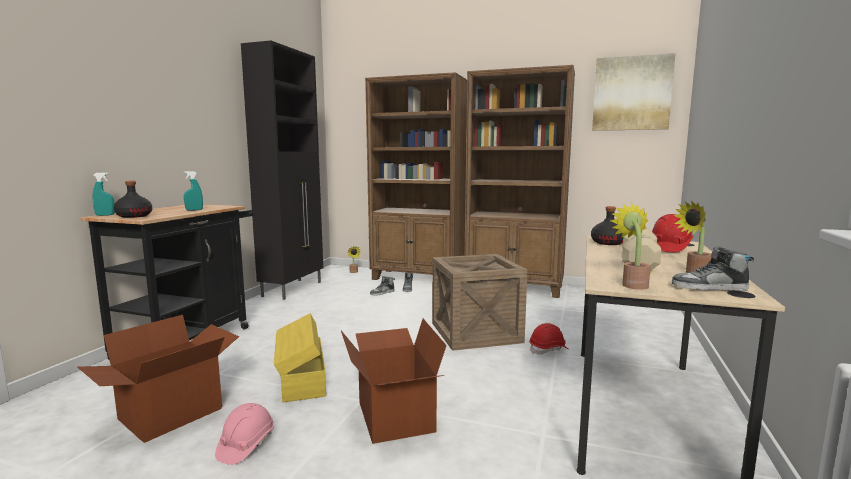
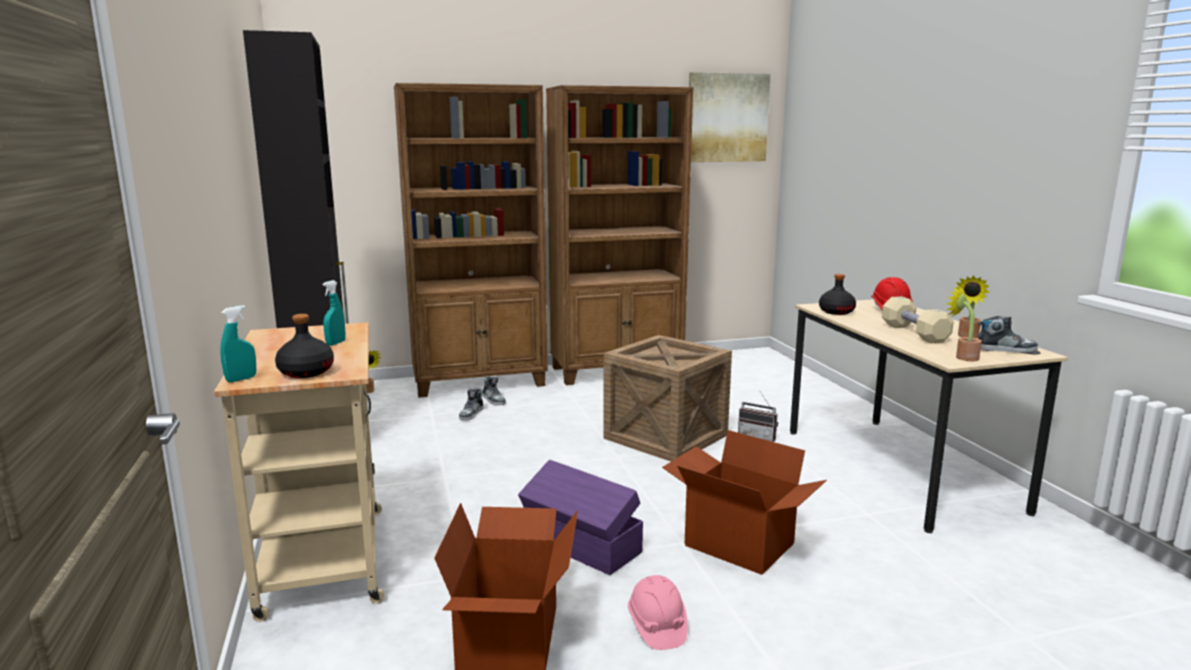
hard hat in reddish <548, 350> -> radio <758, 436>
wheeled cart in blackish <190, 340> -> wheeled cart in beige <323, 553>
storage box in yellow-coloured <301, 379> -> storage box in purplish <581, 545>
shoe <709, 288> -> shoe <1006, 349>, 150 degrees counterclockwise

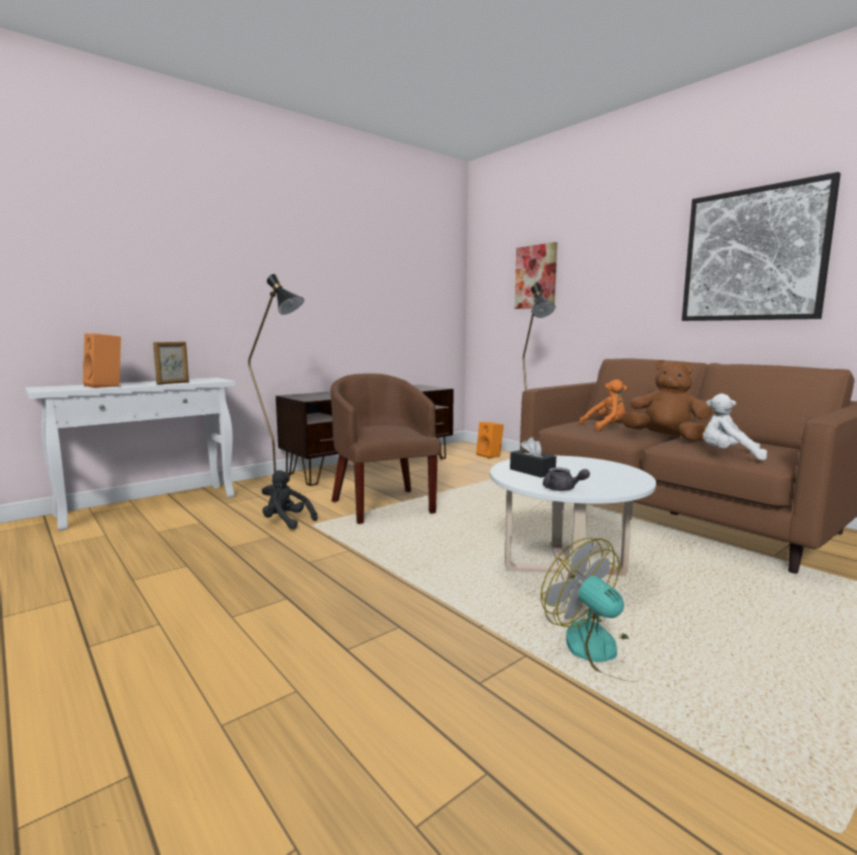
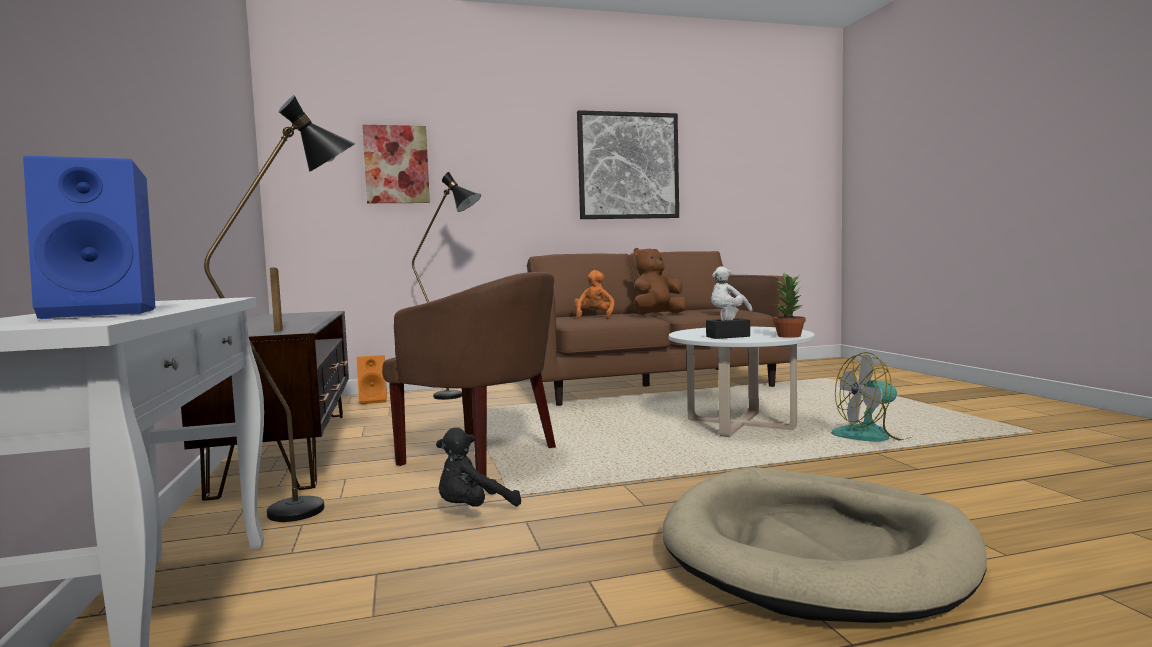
none -> pet bed in beige <816, 550>
picture frame <173, 383> -> picture frame <278, 329>, moved
tea pot in gray <562, 489> -> plant in a pot <789, 336>
loudspeaker in orange-coloured <106, 386> -> loudspeaker in bluish <105, 314>
armchair in brown <382, 505> -> armchair in brown <482, 458>, 150 degrees counterclockwise

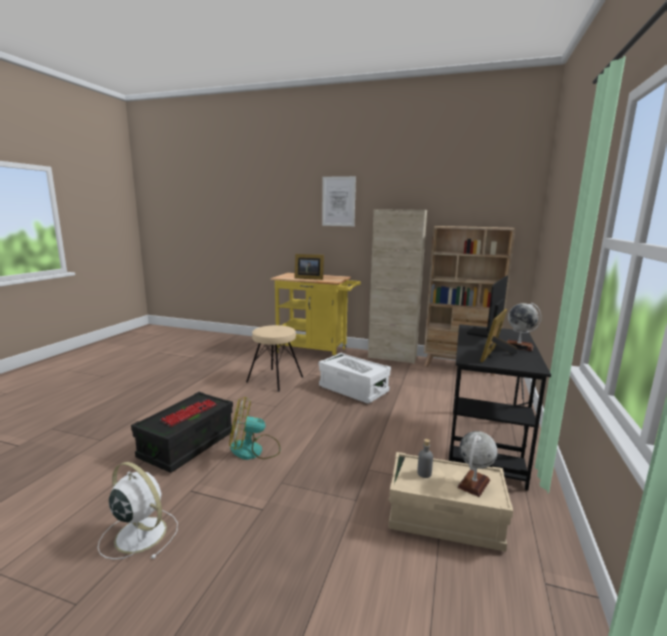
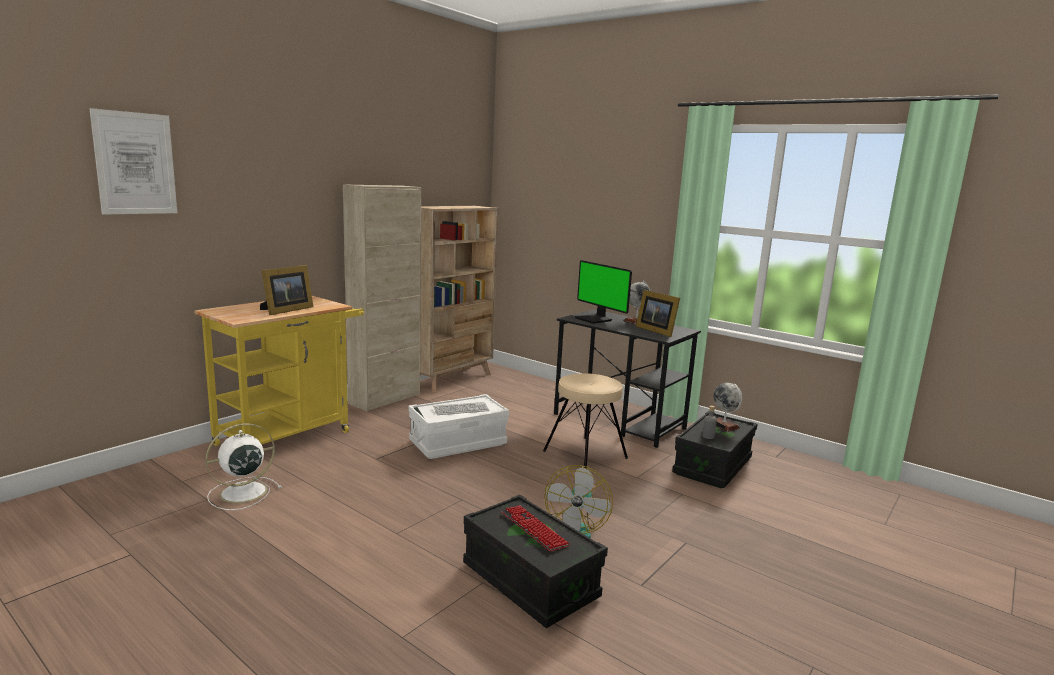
cooling fan in white <139, 533> -> cooling fan in white <241, 493>, moved
stool in beige <275, 379> -> stool in beige <584, 454>, moved
wall art <338, 201> -> wall art <135, 163>, moved
storage box in beige <444, 518> -> storage box in blackish <713, 466>

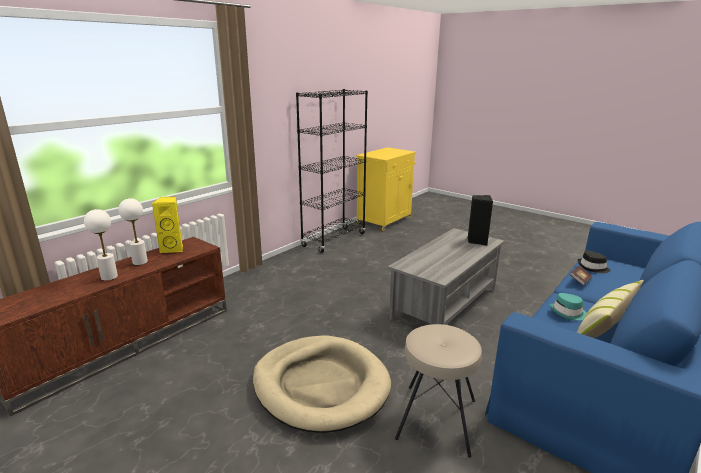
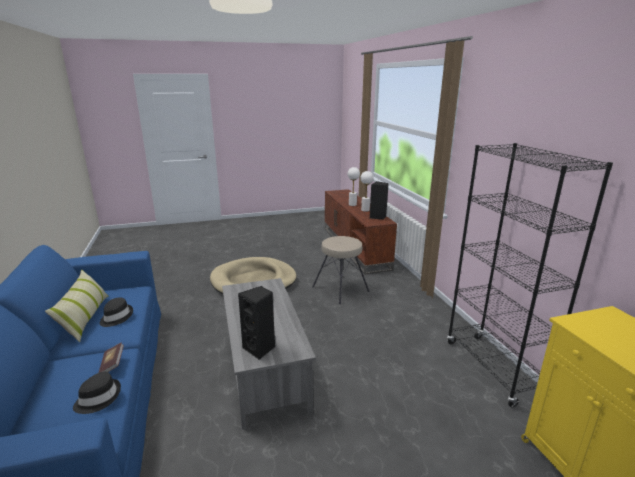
stool in beige <436, 418> -> stool in beige <340, 289>, moved
loudspeaker in yellow-coloured <173, 248> -> loudspeaker in blackish <378, 217>
hat in blue-green <568, 313> -> hat in blackish <116, 317>

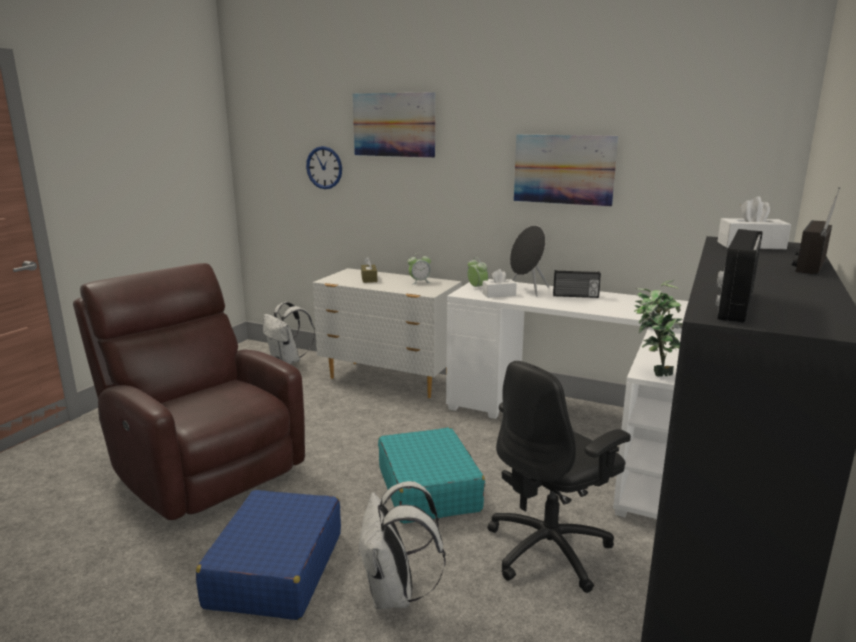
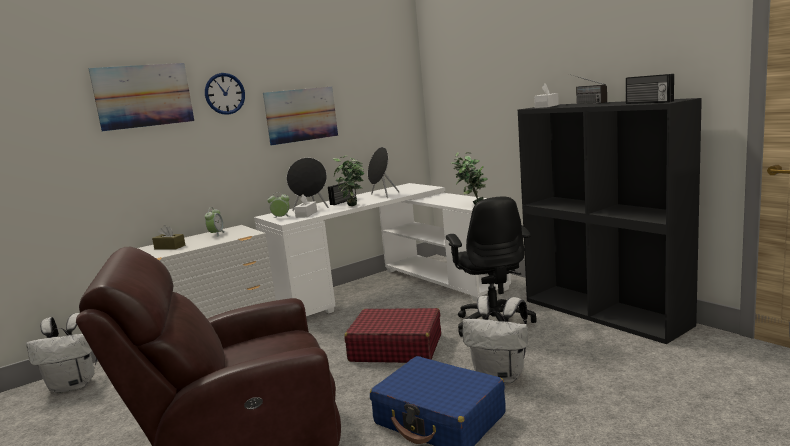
none -> plant in a pot <353, 206>
none -> loudspeaker in blackish <382, 195>
hanging clock <324, 167> -> hanging clock <225, 93>, moved
piece of luggage in blue-green <428, 488> -> piece of luggage in reddish <395, 348>

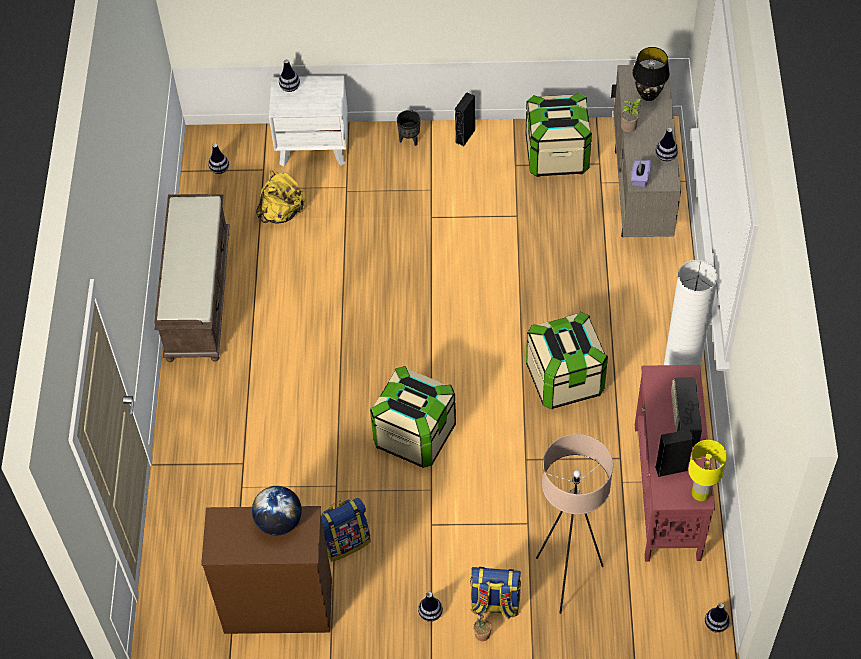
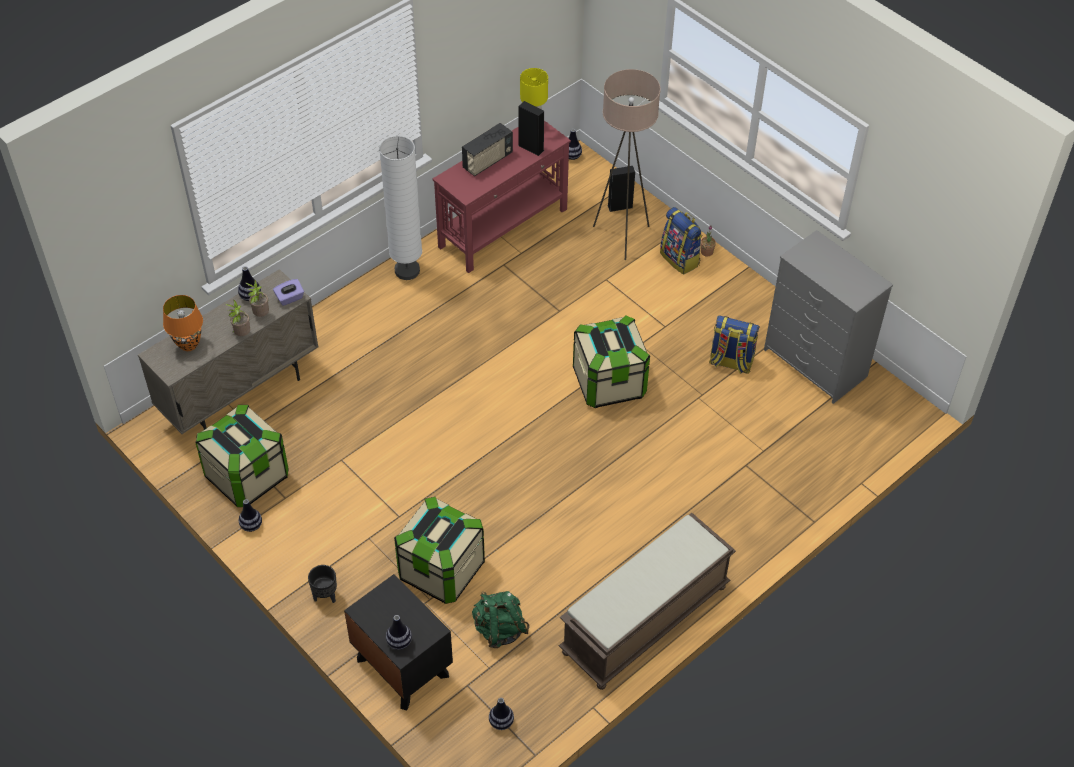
desk globe <279, 522> -> none
none -> plant in a pot <260, 314>
flower vase <430, 613> -> flower vase <251, 525>, moved
loudspeaker in blackish <465, 136> -> loudspeaker in blackish <620, 206>, moved
storage box <564, 379> -> storage box <441, 570>, moved
dresser in brown <277, 606> -> dresser in gray <816, 363>
rucksack in yellow-coloured <282, 212> -> rucksack in greenish <499, 629>
nightstand in white <313, 146> -> nightstand in blackish <402, 666>
table lamp in blackish <648, 95> -> table lamp in orange-coloured <188, 345>

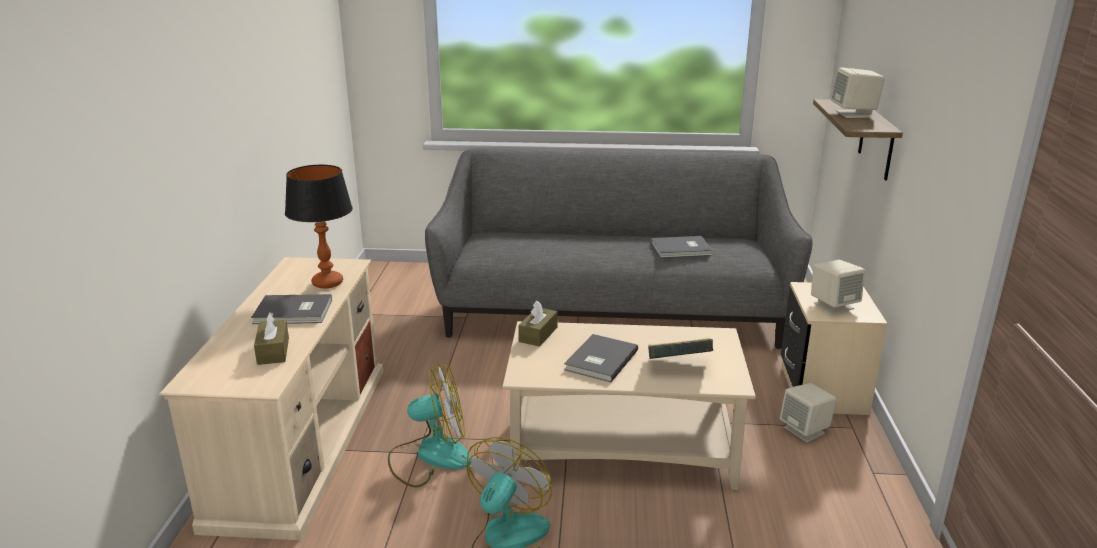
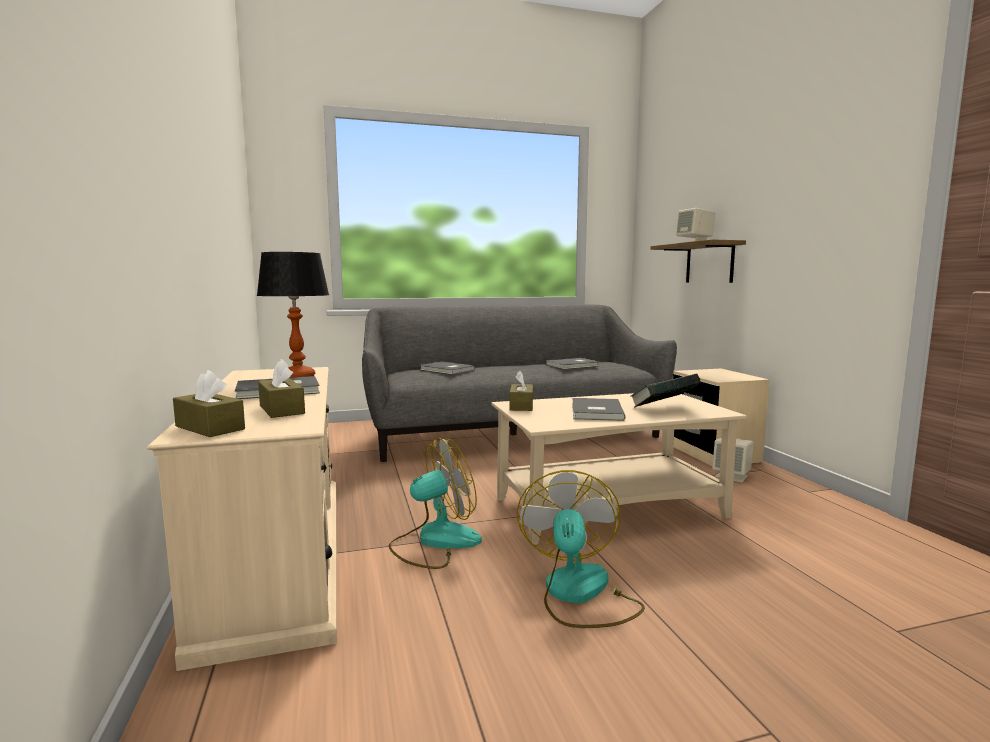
loudspeaker in beige <833, 306> -> none
none -> tissue box in brown <210, 428>
none -> volume in gray <446, 370>

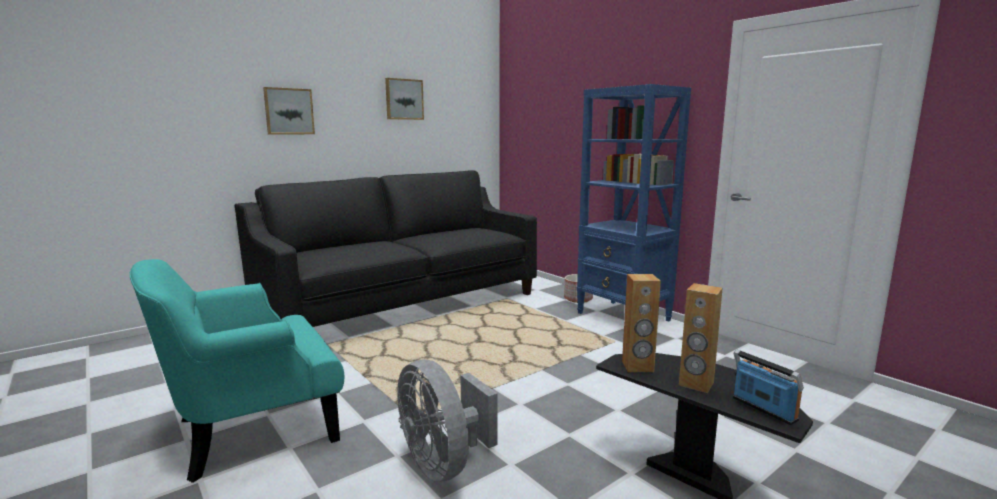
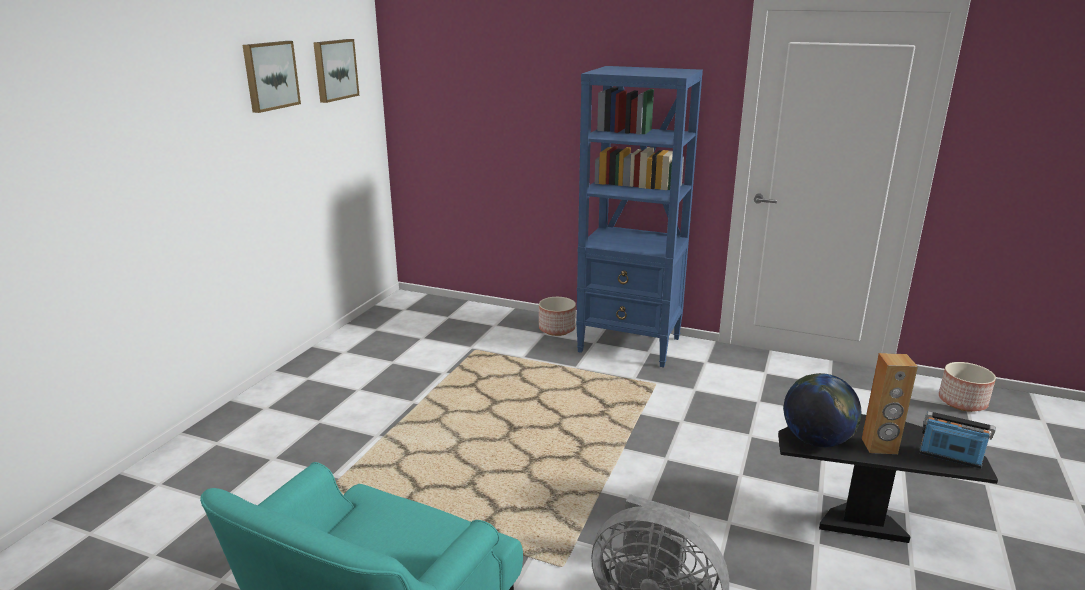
couch in blackish <400, 304> -> none
none -> plant pot <962, 402>
wall art <289, 111> -> wall art <334, 70>, moved
loudspeaker in brown <637, 367> -> desk globe <816, 441>

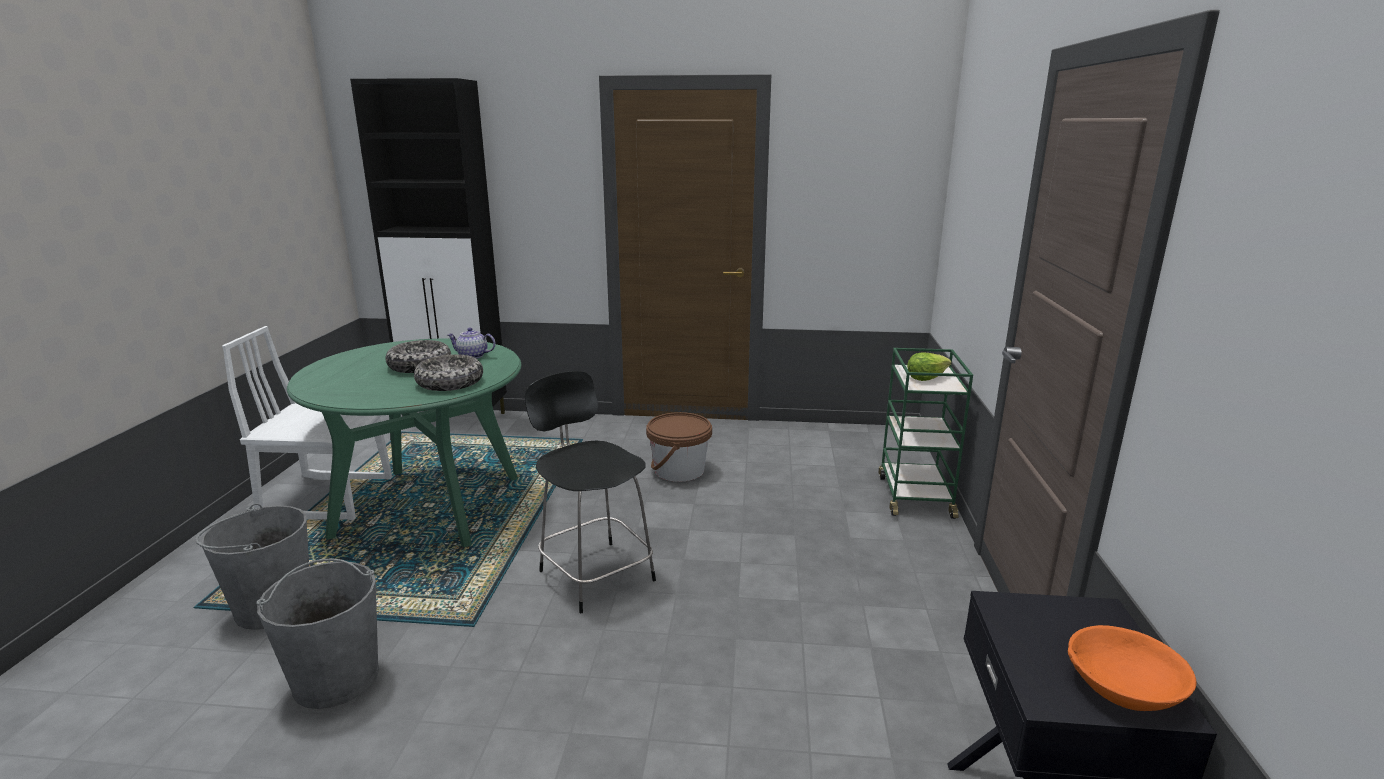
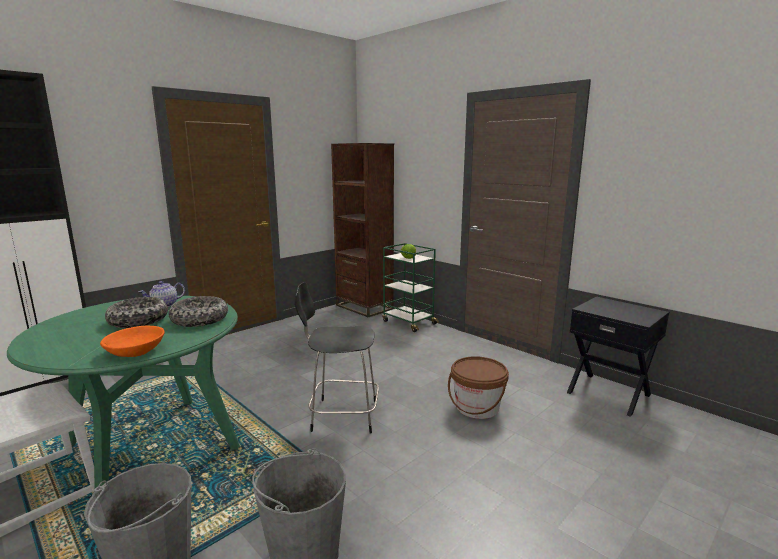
none -> bookshelf in brown <364, 307>
pail in brown <679, 470> -> pail in brown <477, 407>, moved
bowl in orange-coloured <1123, 687> -> bowl in orange-coloured <135, 351>, moved

